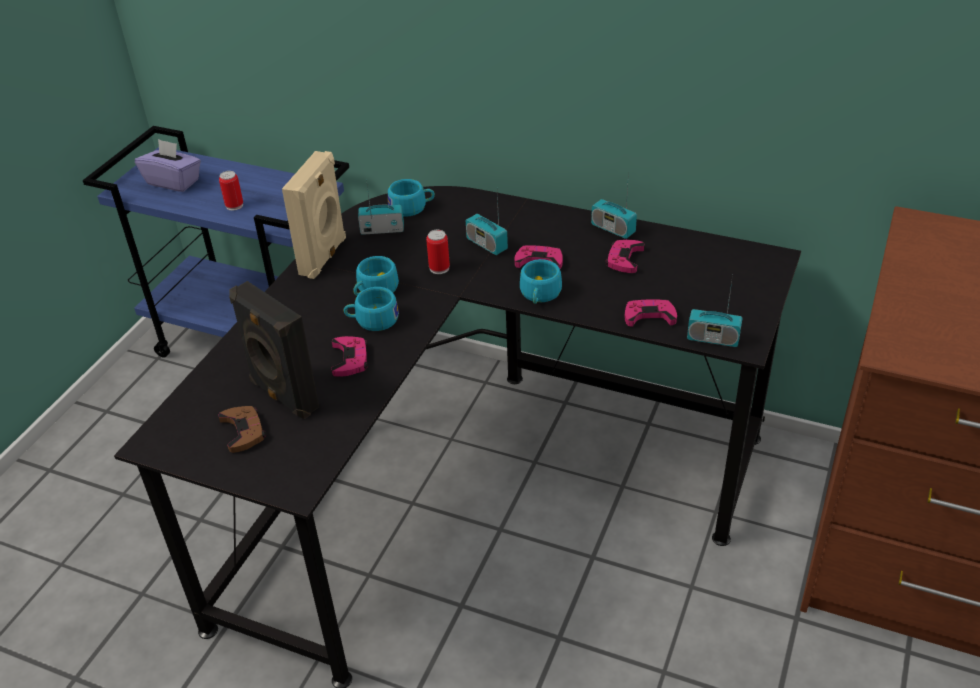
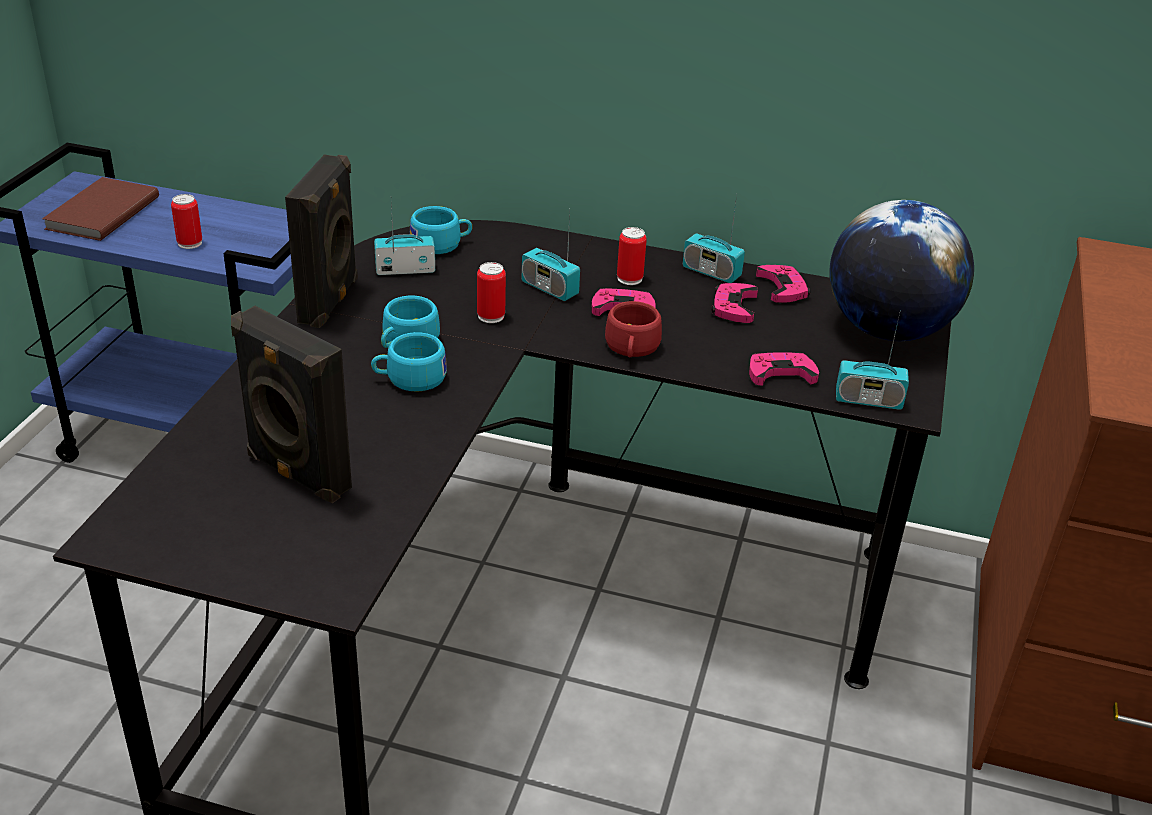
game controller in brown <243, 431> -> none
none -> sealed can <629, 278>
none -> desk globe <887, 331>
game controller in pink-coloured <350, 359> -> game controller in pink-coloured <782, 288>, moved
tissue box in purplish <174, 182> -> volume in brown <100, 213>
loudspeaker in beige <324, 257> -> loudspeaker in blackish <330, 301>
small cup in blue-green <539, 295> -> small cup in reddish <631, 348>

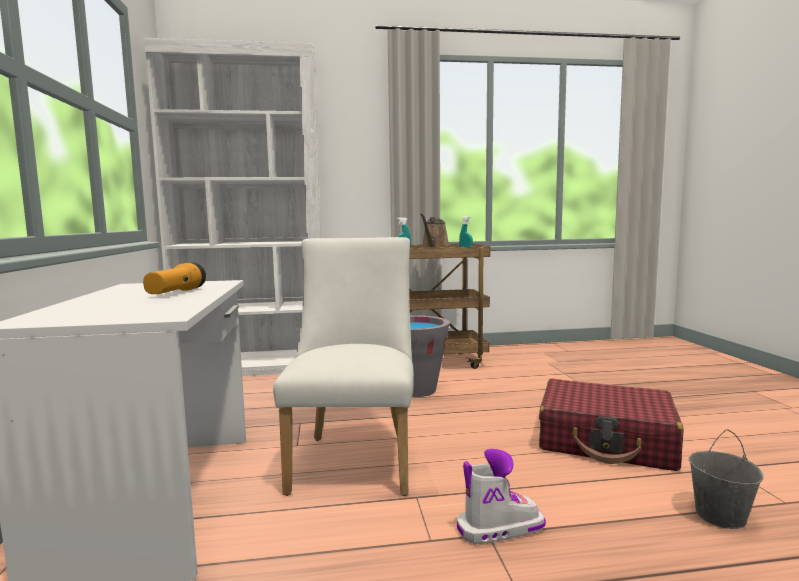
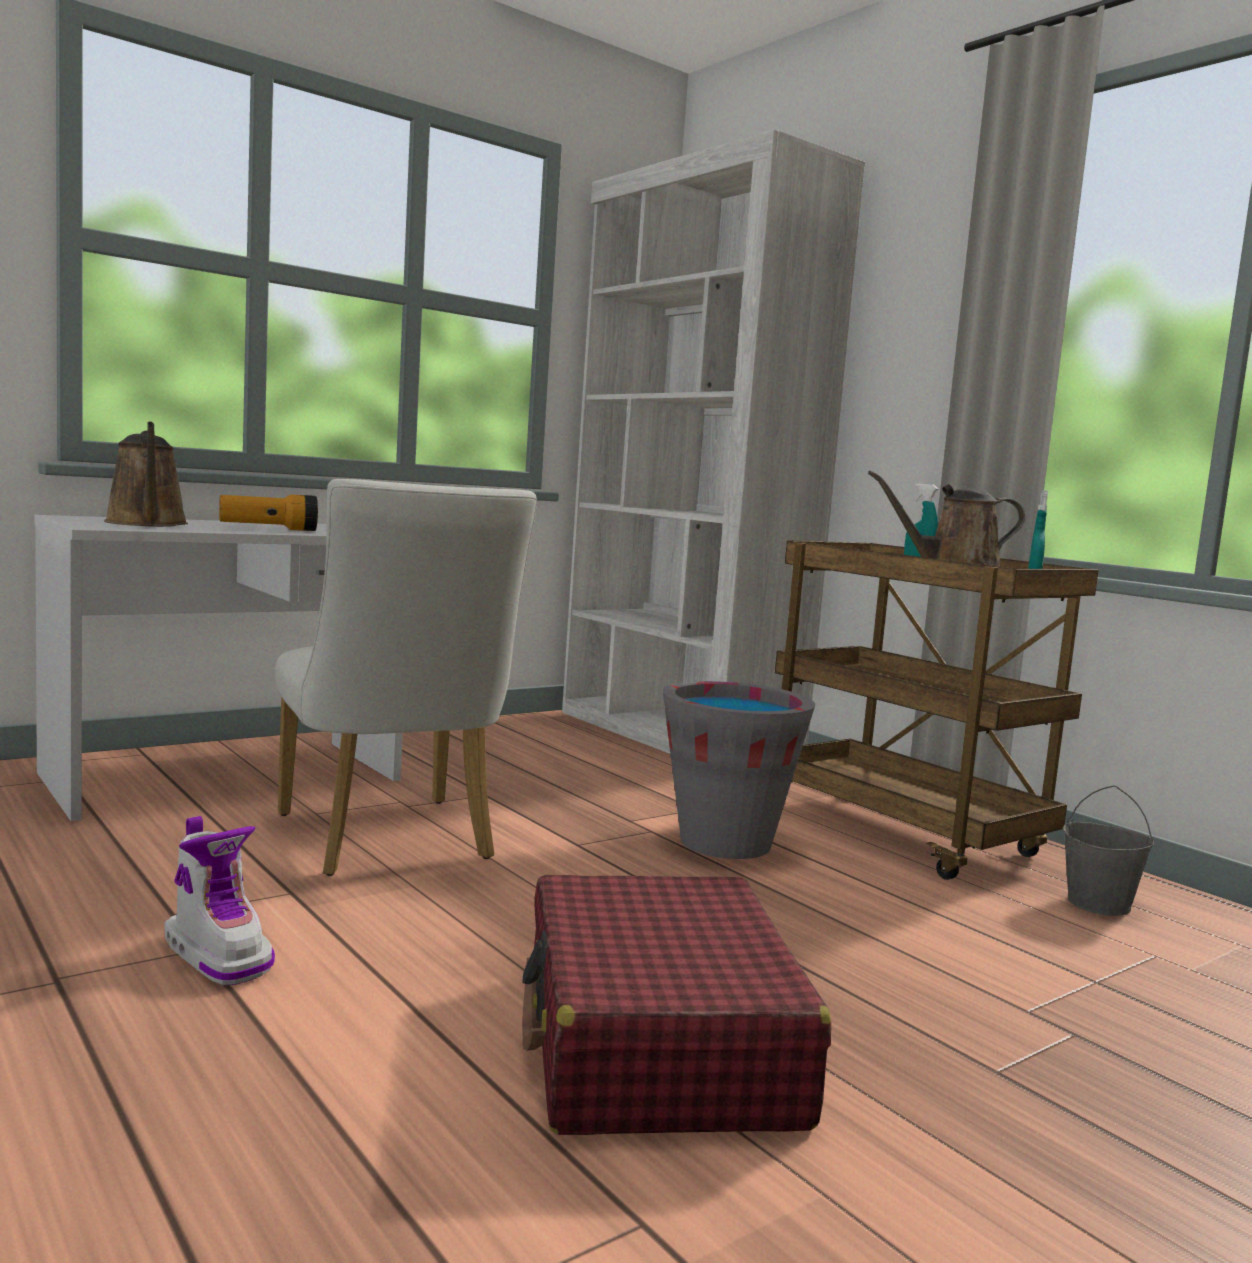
none -> watering pot in brown <147, 524>
pail in gray <719, 515> -> pail in gray <1099, 904>, moved
plain chair in white <355, 458> -> plain chair in white <390, 842>, 90 degrees clockwise

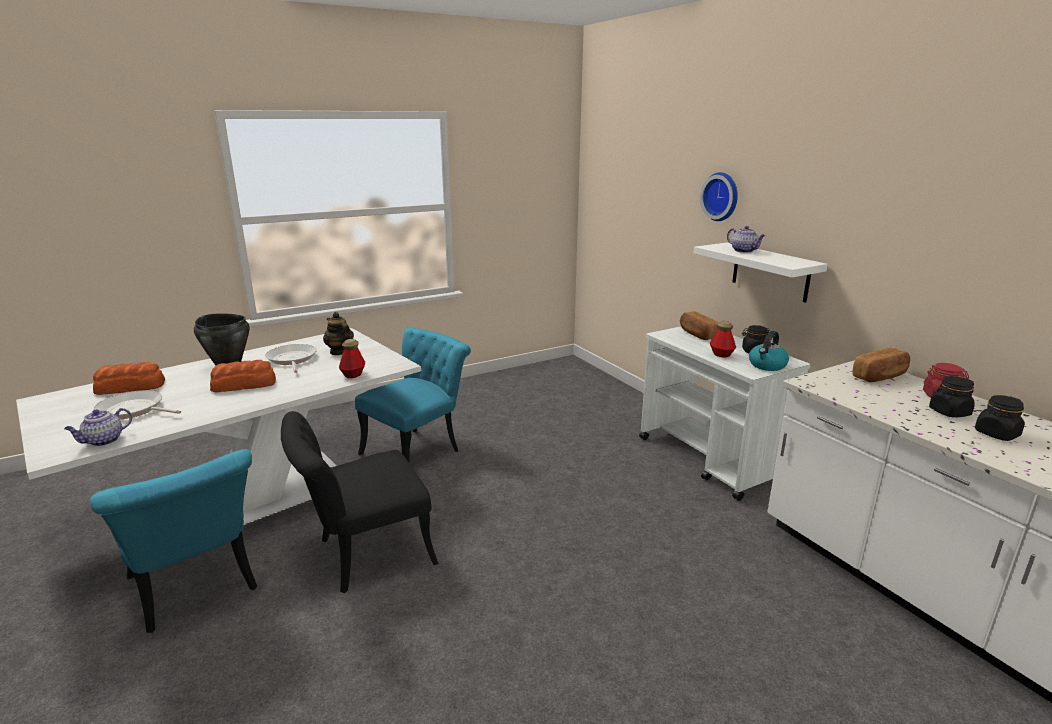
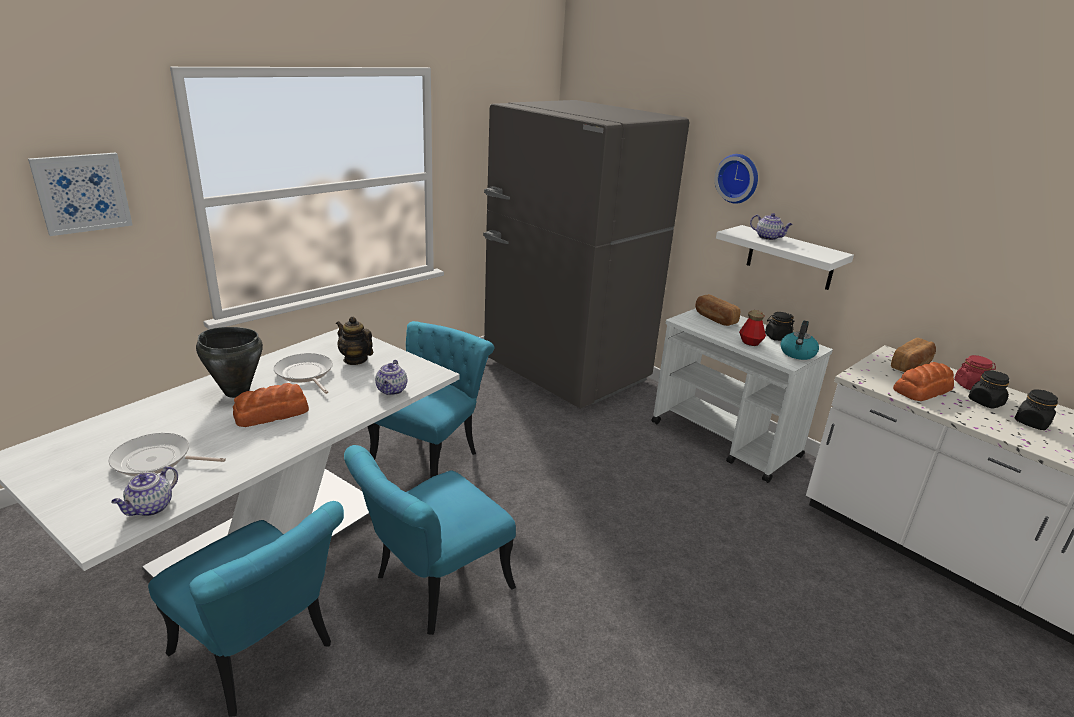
none -> wall art <82, 193>
none -> fridge in gray <565, 372>
baked bread <131, 387> -> baked bread <923, 390>, moved
drink bottle <353, 374> -> tea pot <392, 391>
plain chair in blackish <364, 555> -> plain chair in blue-green <432, 588>

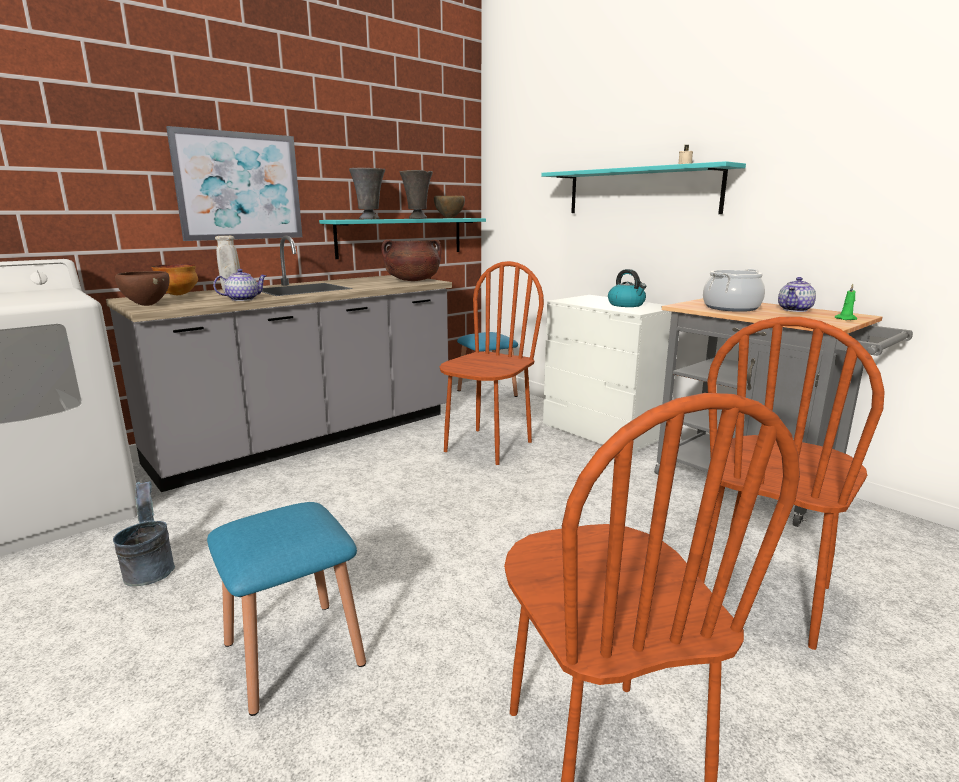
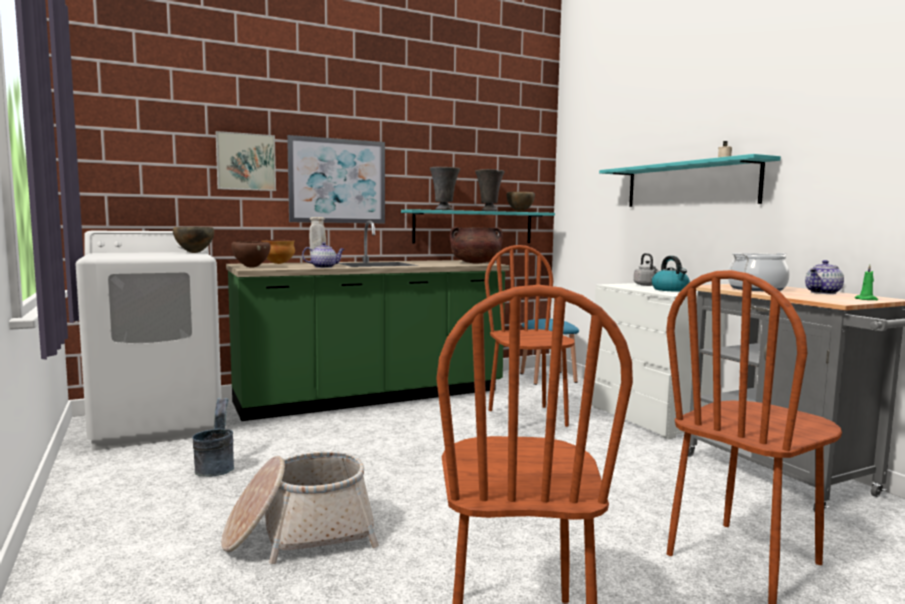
none -> bowl in brown <194, 253>
none -> wall art <246, 162>
none -> kettle in gray <647, 285>
stool in bluish <293, 653> -> household basket <300, 534>
kitchen counter in gray <310, 439> -> kitchen counter in greenish <372, 397>
plain chair in brown <487, 446> -> plain chair in brown <528, 418>, 60 degrees counterclockwise

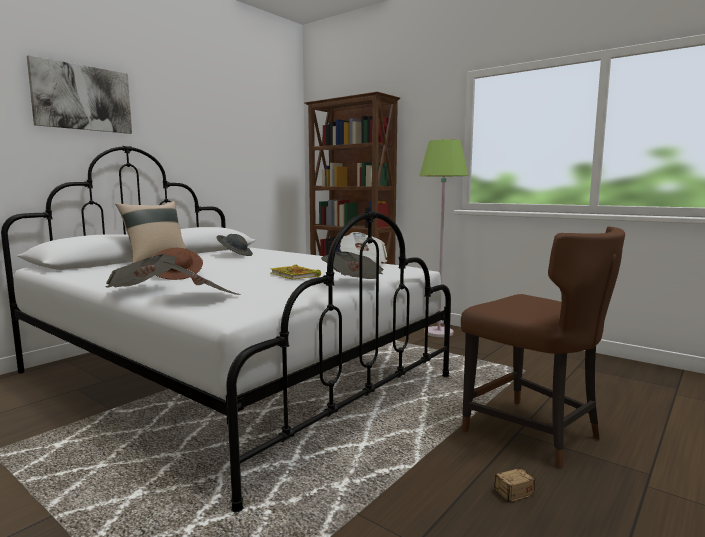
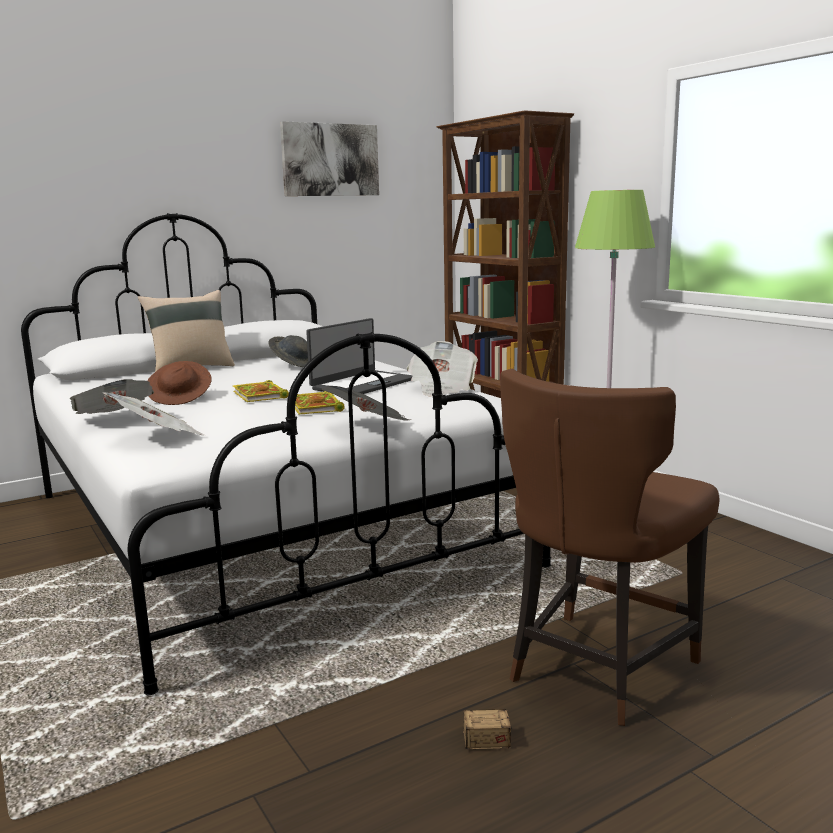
none -> volume <261, 396>
none -> notebook computer <362, 384>
wall art <82, 98> -> wall art <330, 160>, moved
plain chair in brown <534, 434> -> plain chair in brown <596, 669>, 60 degrees clockwise

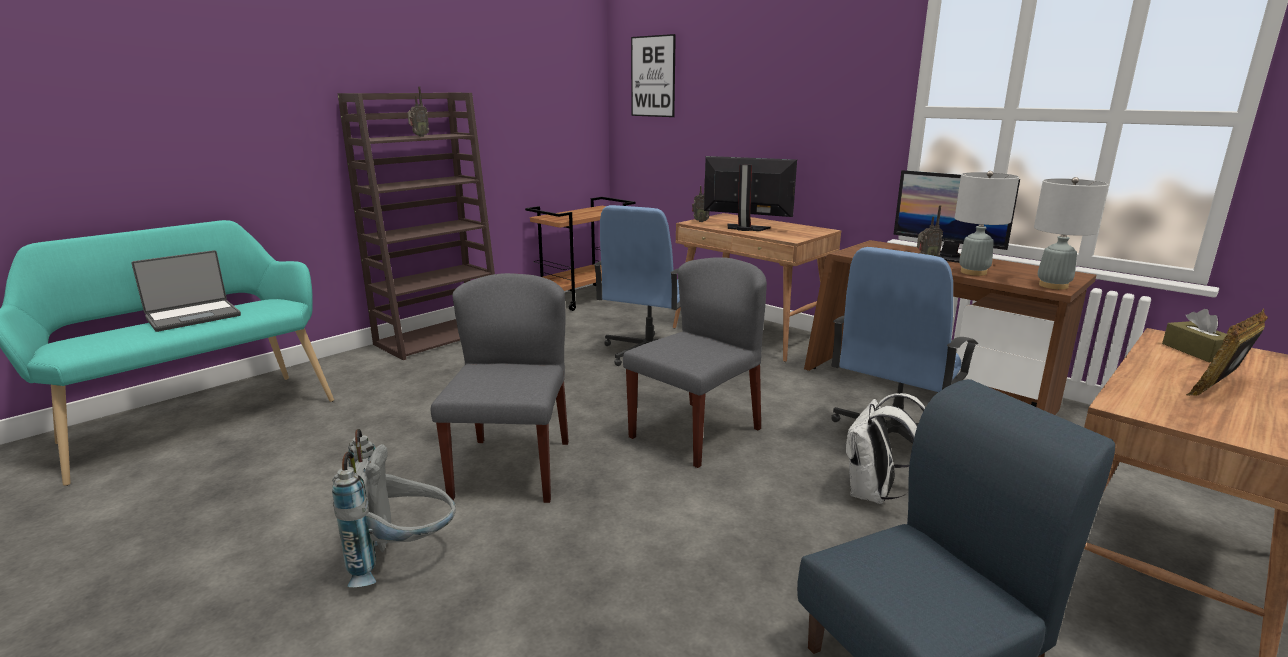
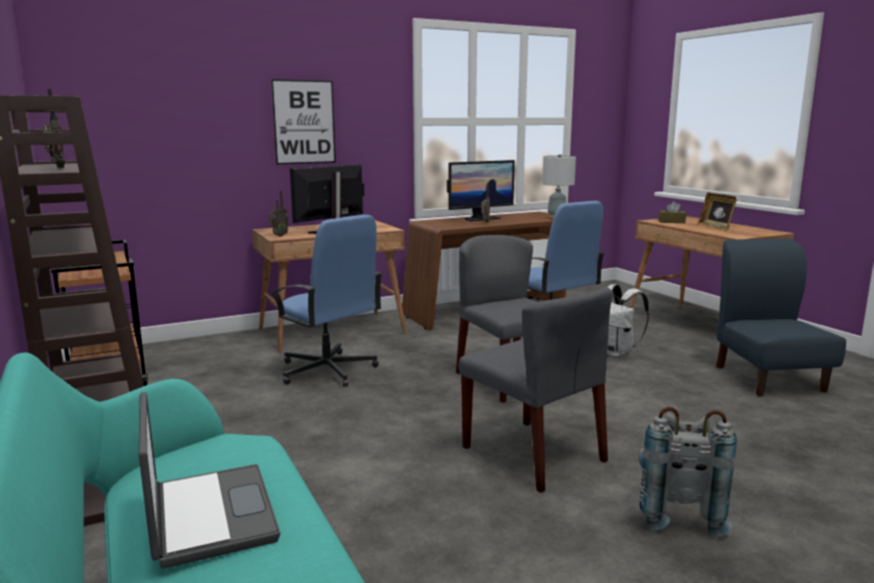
table lamp in gray <973, 272> -> none
wall art <653, 76> -> wall art <304, 122>, moved
plain chair in gray <512, 468> -> plain chair in gray <534, 454>, 150 degrees counterclockwise

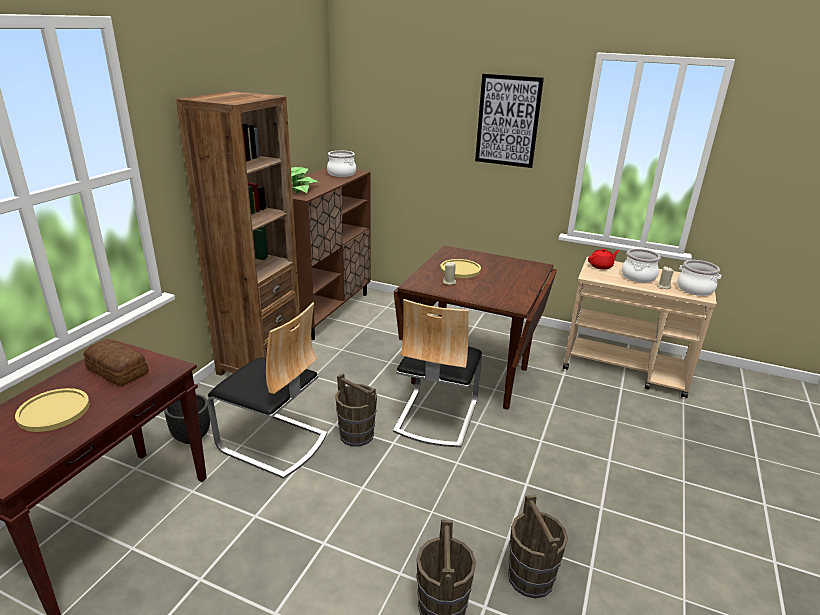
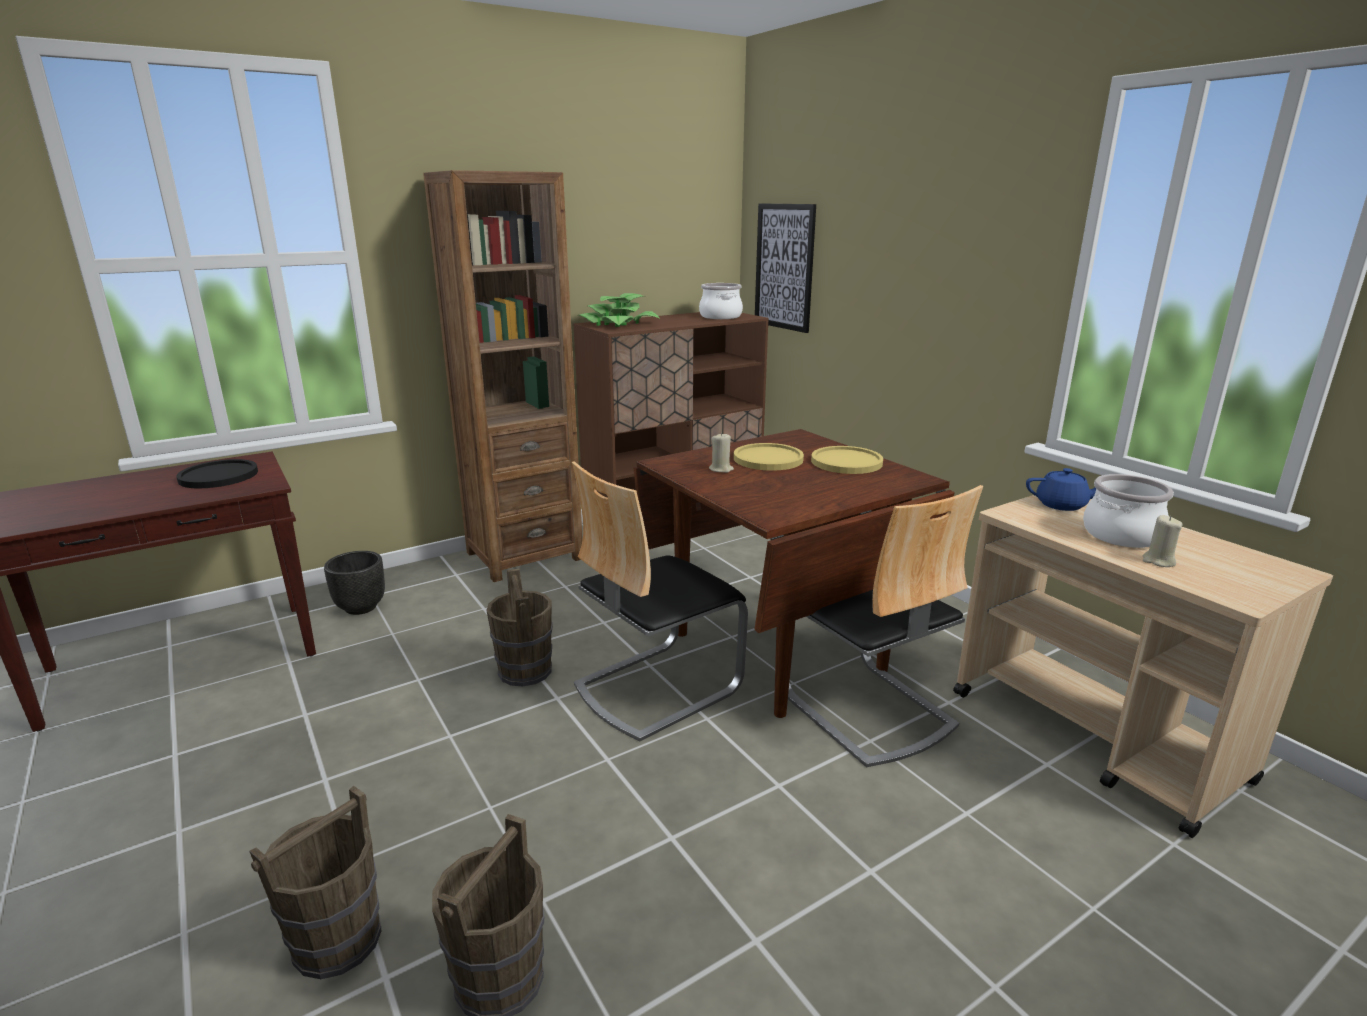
saucepot <694, 289> -> none
dinner plate in yellow-coloured <54, 411> -> dinner plate in yellow-coloured <846, 462>, moved
plain chair <273, 442> -> plain chair <865, 709>, moved
wall art <508, 121> -> wall art <784, 267>, moved
baked bread <117, 371> -> dinner plate in blackish <218, 476>
tea pot in reddish <601, 266> -> tea pot in bluish <1062, 505>

